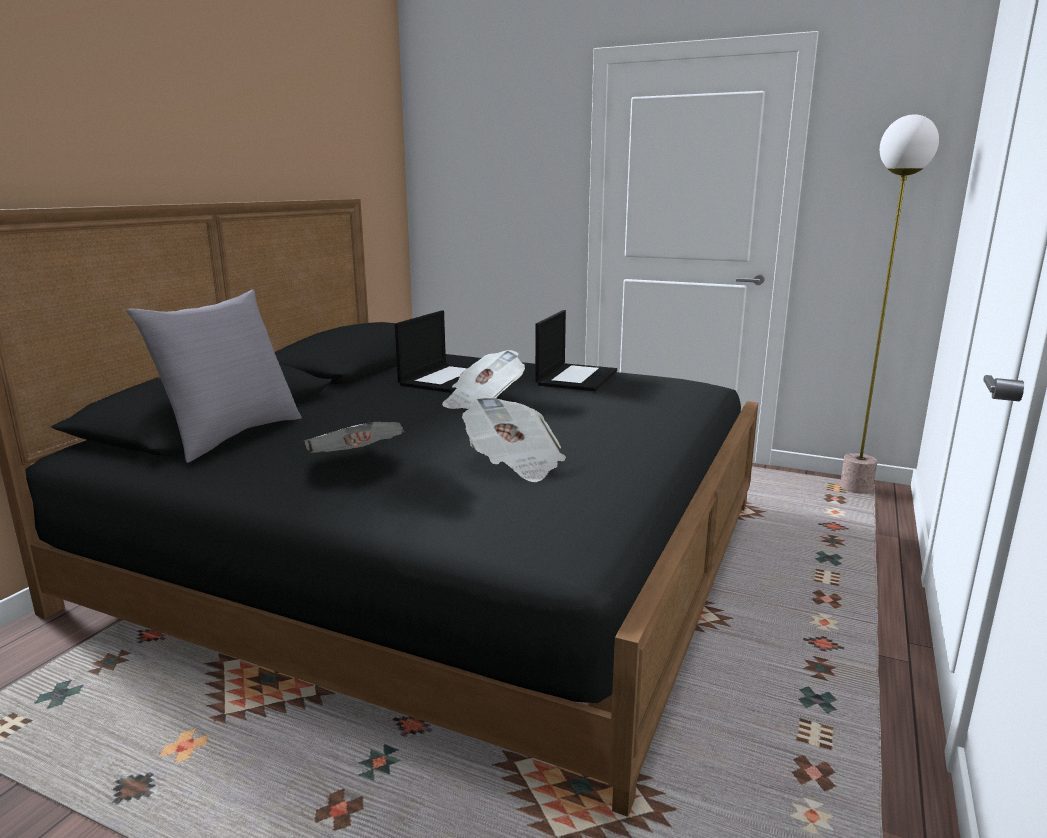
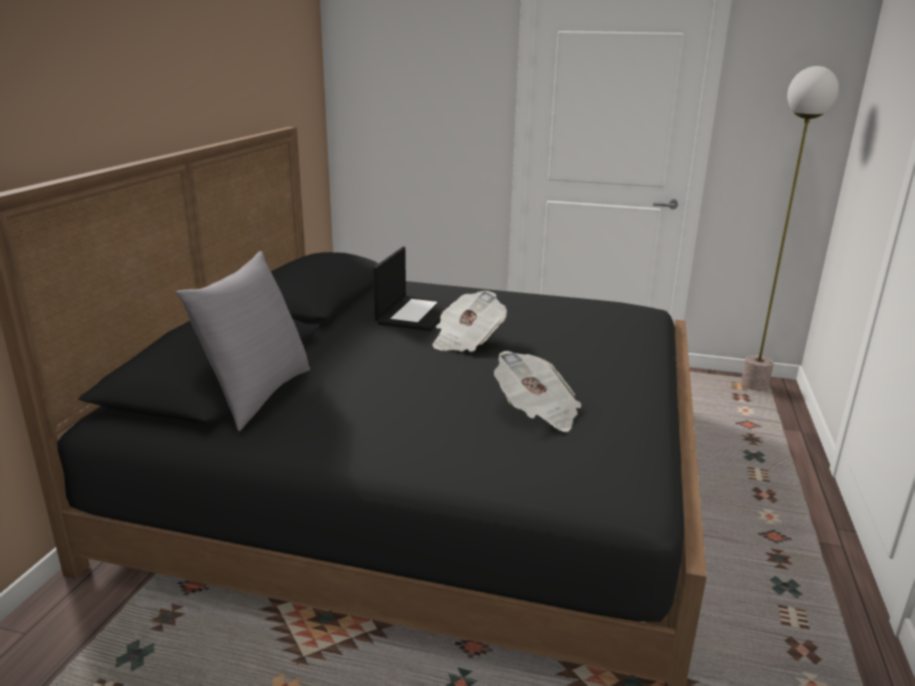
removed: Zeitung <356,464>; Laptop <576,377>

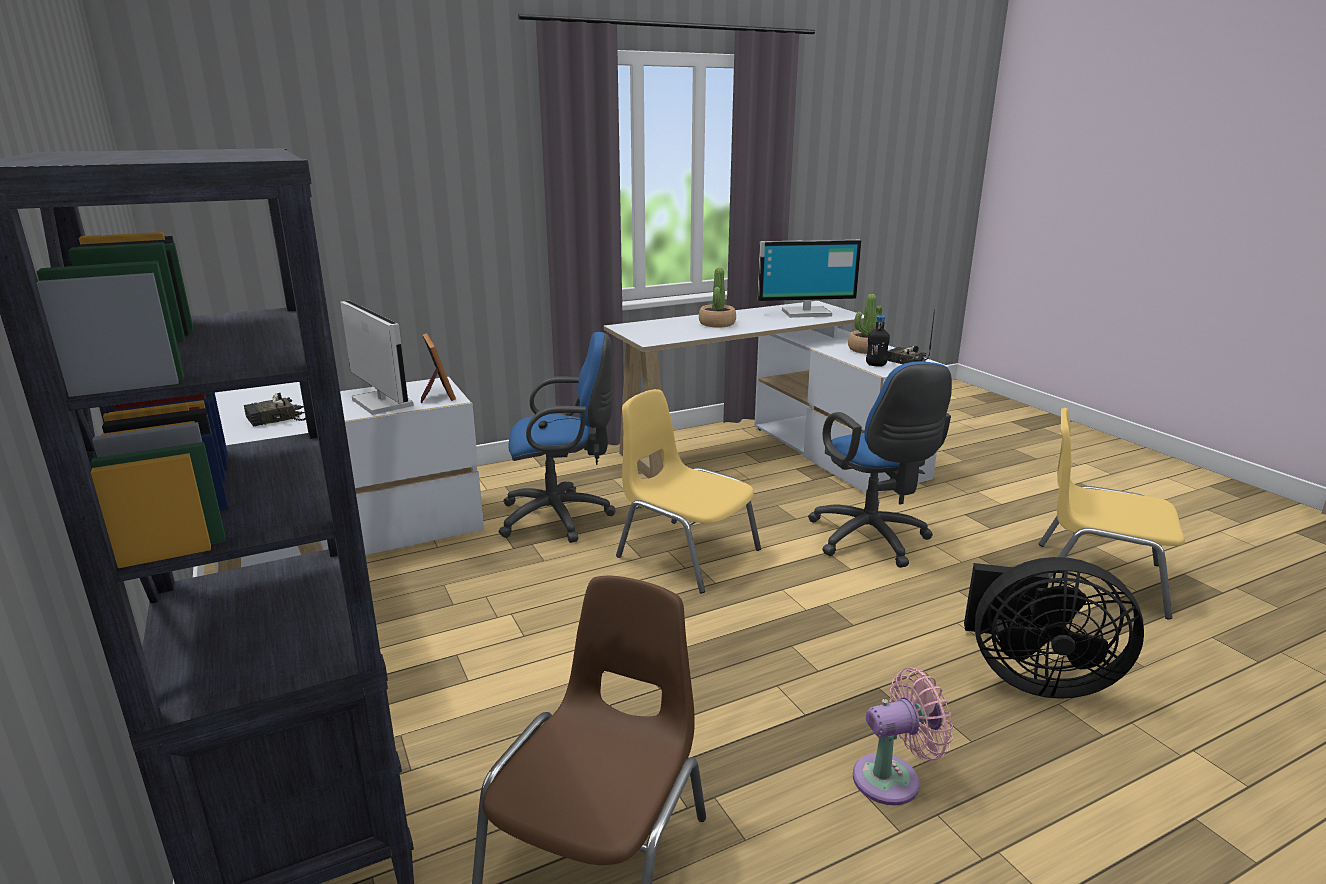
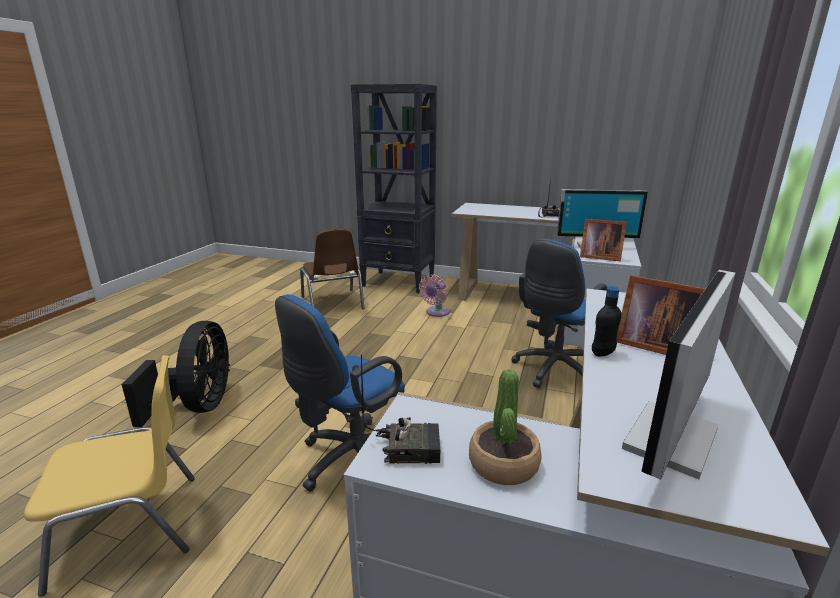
removed: Stuhl/gelb <686,553>
moved: Ventilator/rosa <893,778> to <436,313>; Flasche/schwarz <876,365> to <603,353>
replaced: Topfpflanze <717,324> to Bilderrahmen <651,345>
turned: Bürostuhl/blau <871,541> = <350,462> 75 degrees counterclockwise; Ventilator/schwarz <1033,678> = <198,406> 120 degrees clockwise

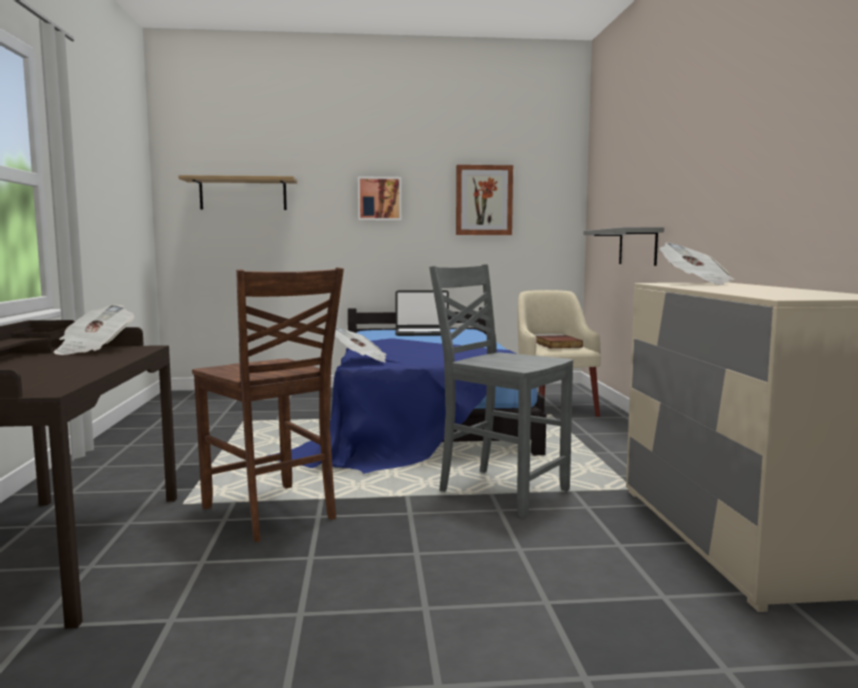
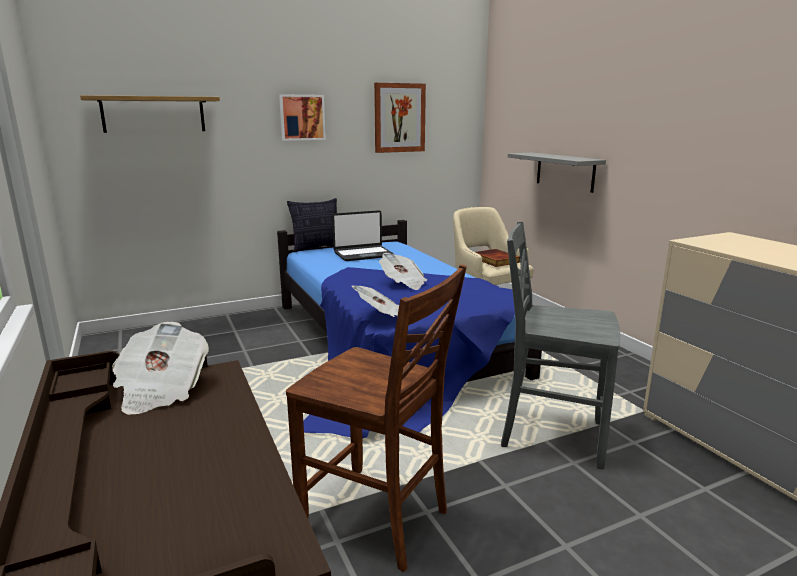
added: Kissen <317,248>
moved: Zeitung <695,283> to <403,283>

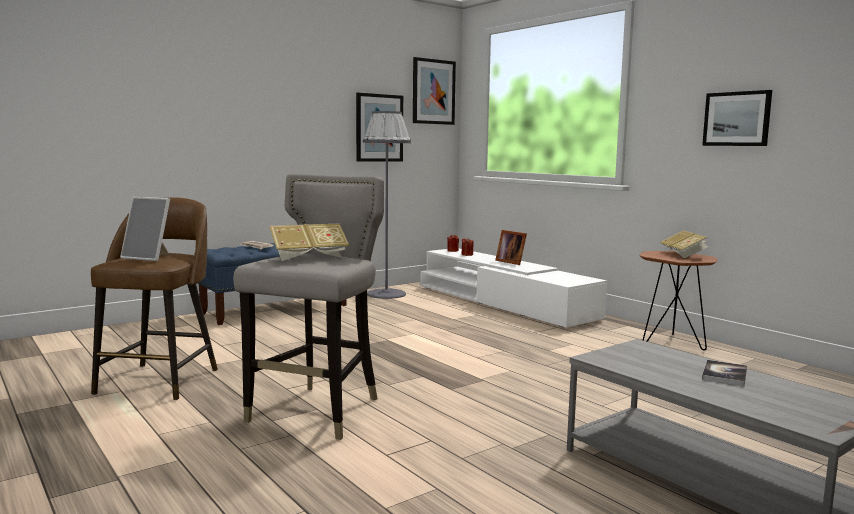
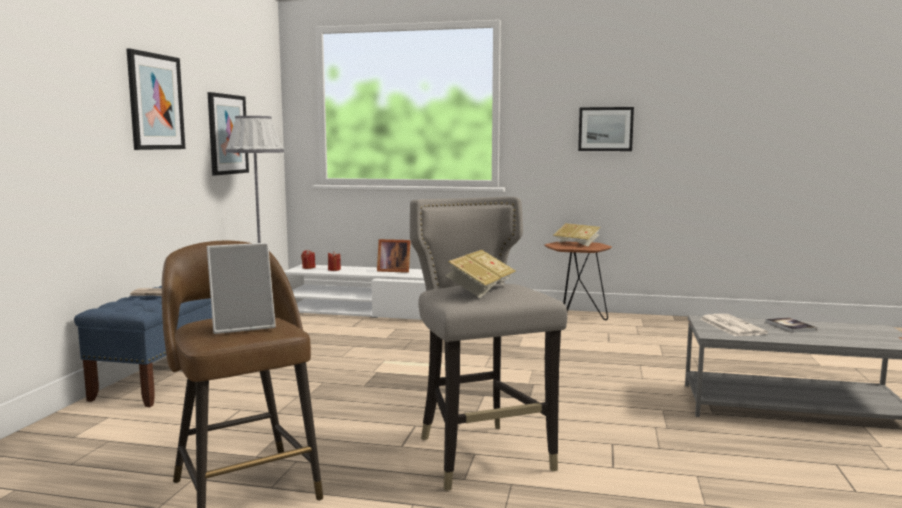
added: Zeitung <731,326>
moved: Bild <433,92> to <155,102>

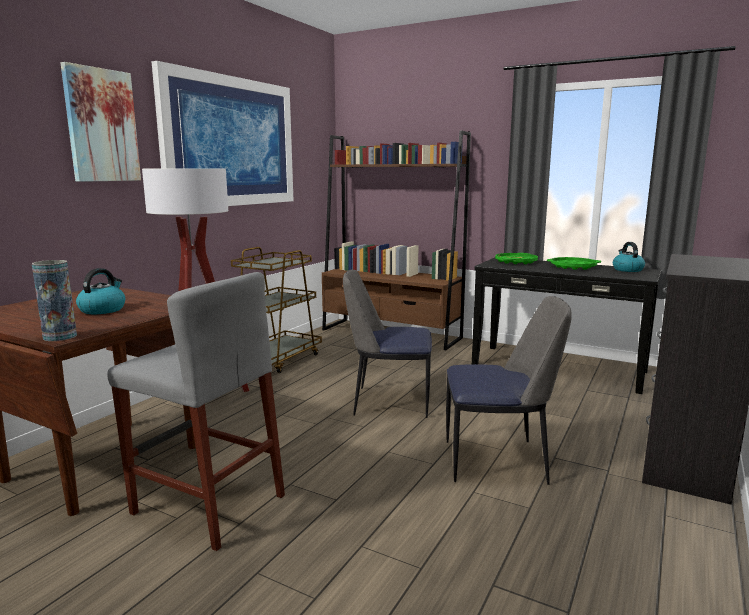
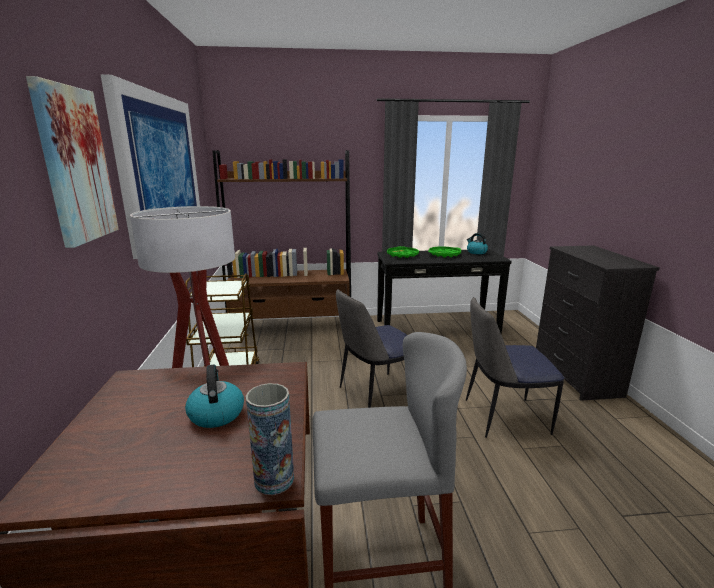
turned: Stuhl <498,461> = <503,417> 150 degrees counterclockwise

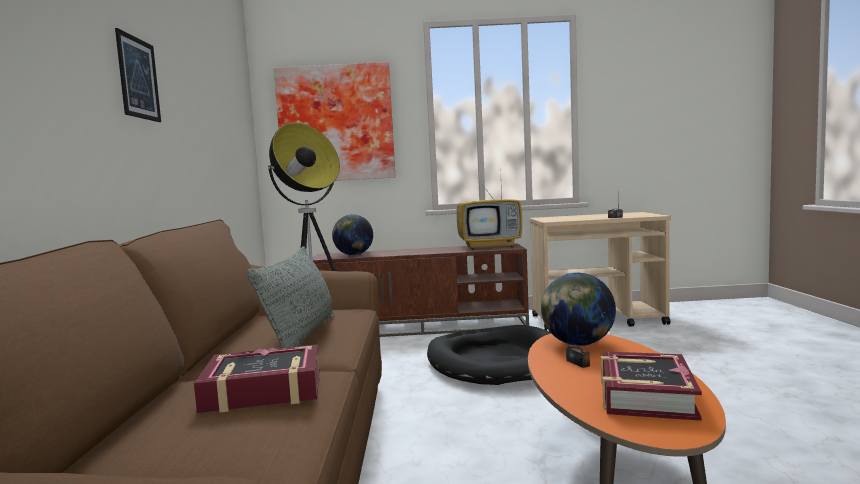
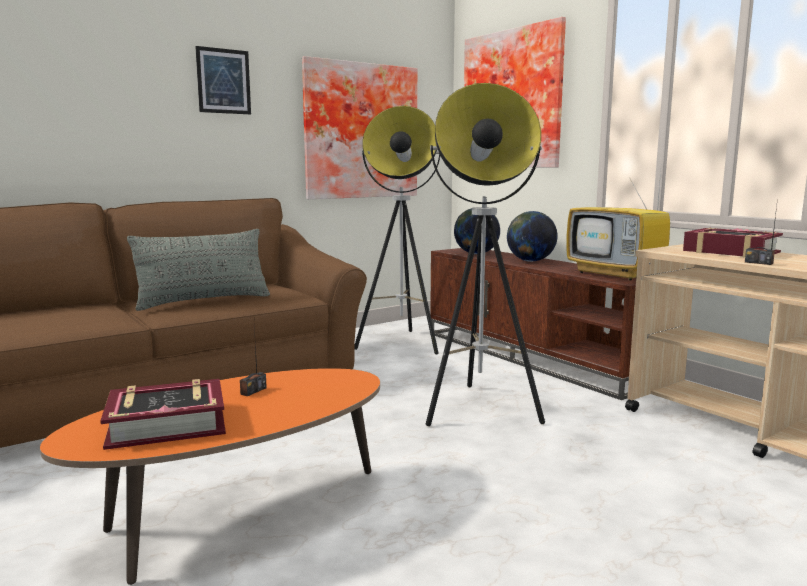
added: Bild <359,131>
moved: Buch <263,390> to <730,252>; Globus <578,344> to <530,261>
replaced: Hundebett/schwarz <497,361> to Stehlampe <479,409>

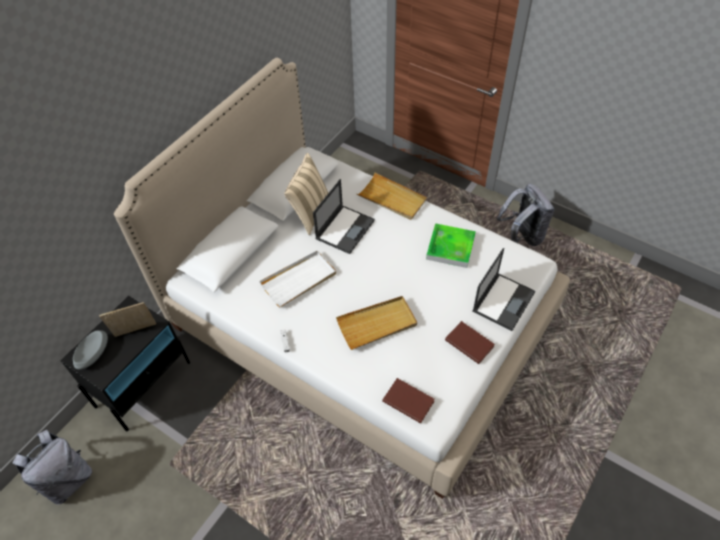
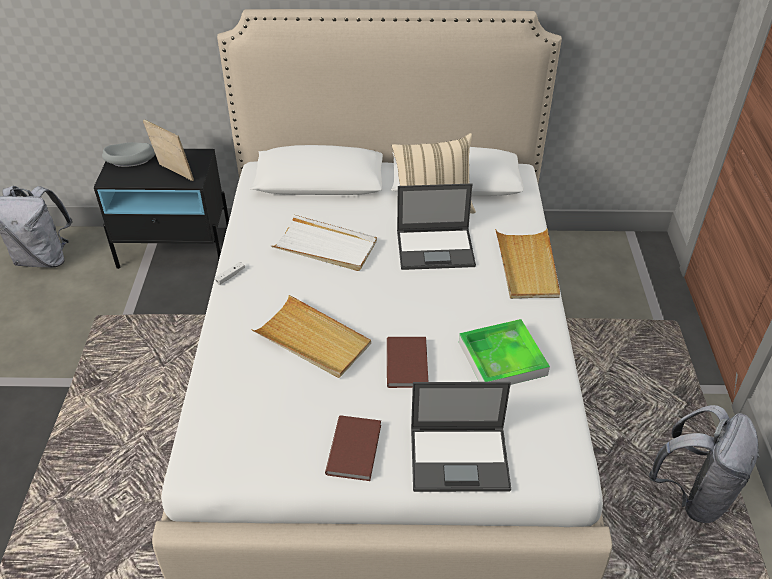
moved: Buch/braun <408,400> to <408,363>

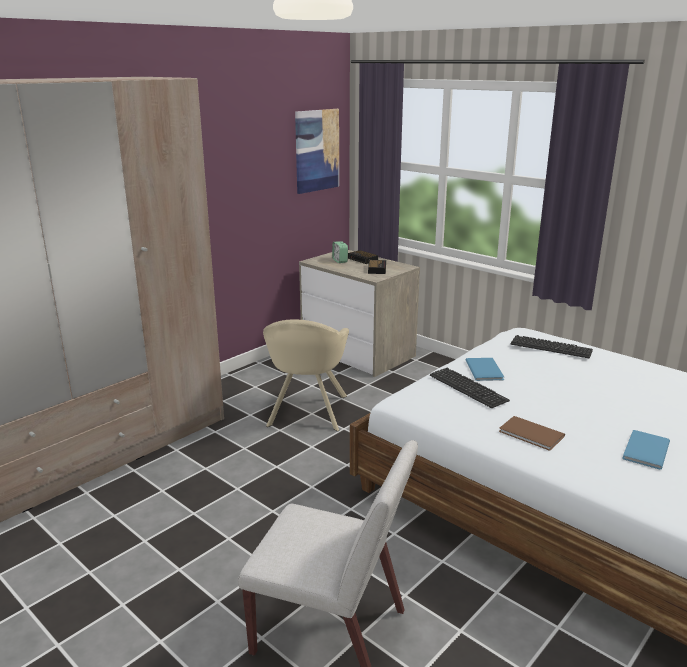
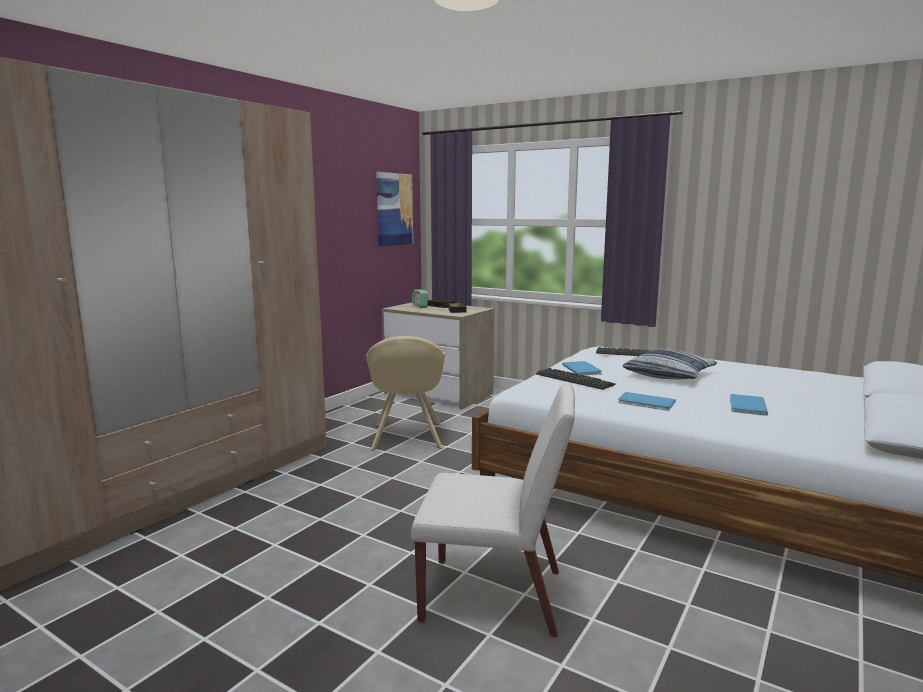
added: Kissen <669,374>
recoloured: Buch/braun <532,435> to Buch/blau <647,403>

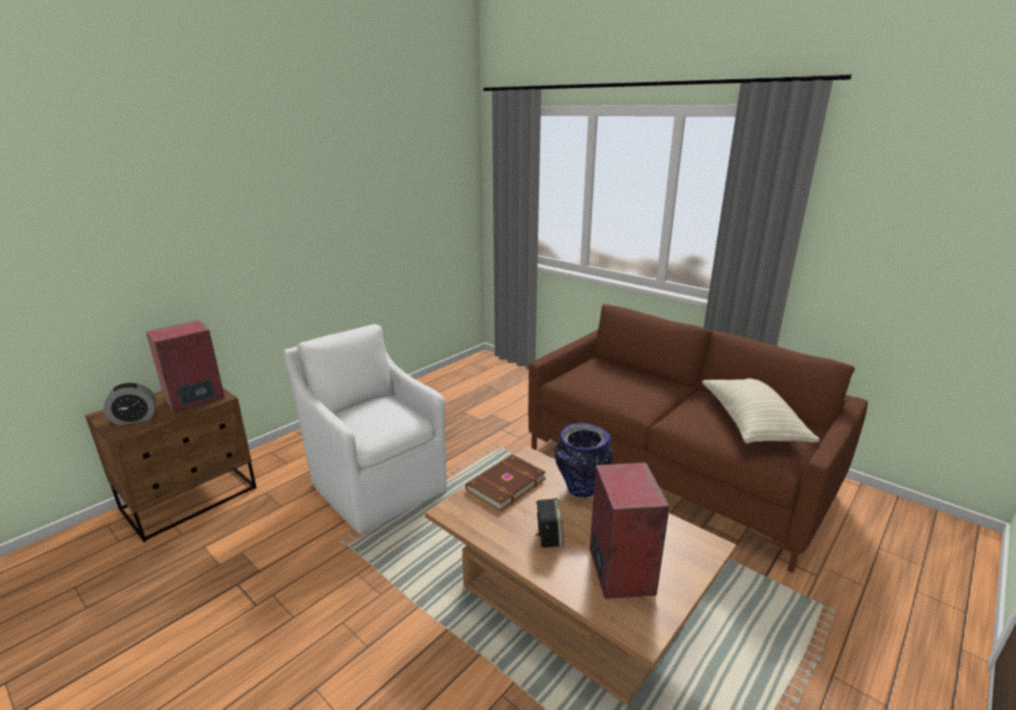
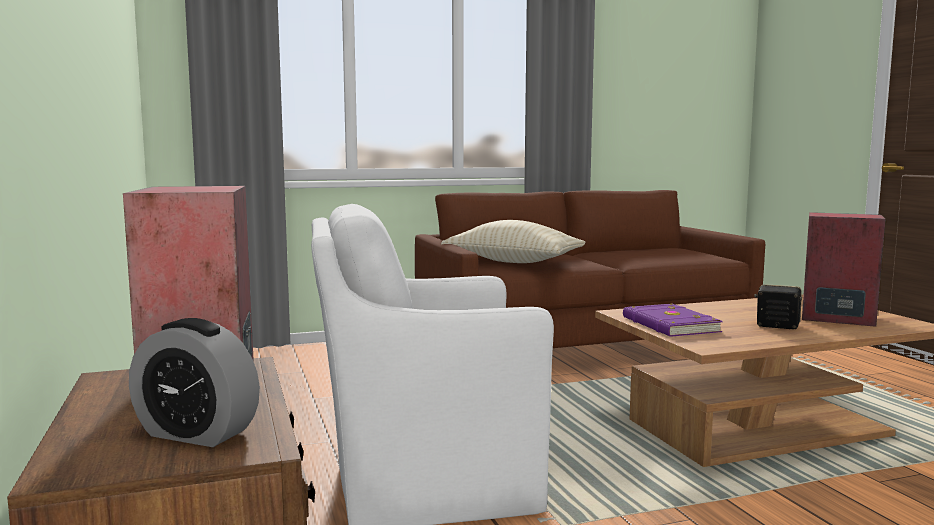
removed: Vase <581,490>
moved: Kissen/beige <751,424> to <513,262>
recoloured: Buch/braun <505,484> to Buch/lila <669,325>
turned: Wecker <135,419> = <196,433> 105 degrees clockwise

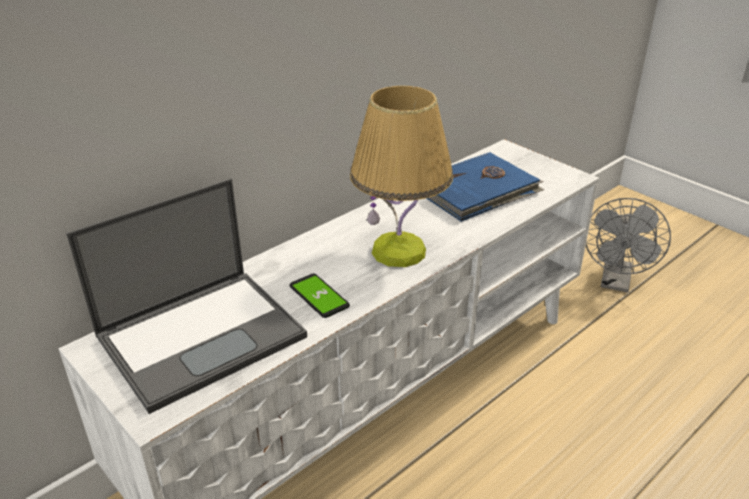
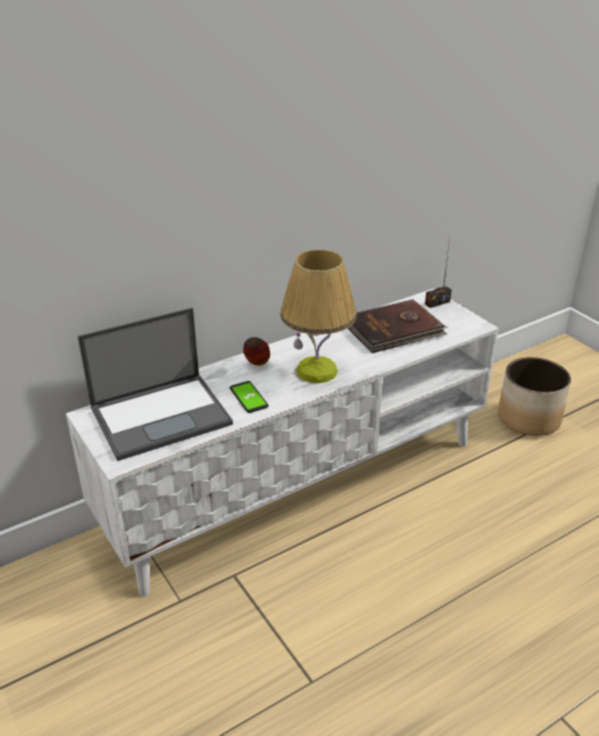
added: Apfel <257,364>; Radio <437,303>
replaced: Ventilator/grau <616,282> to Pflanzkübel <529,418>
recoloured: Buch/blau <478,191> to Buch/braun <394,330>

